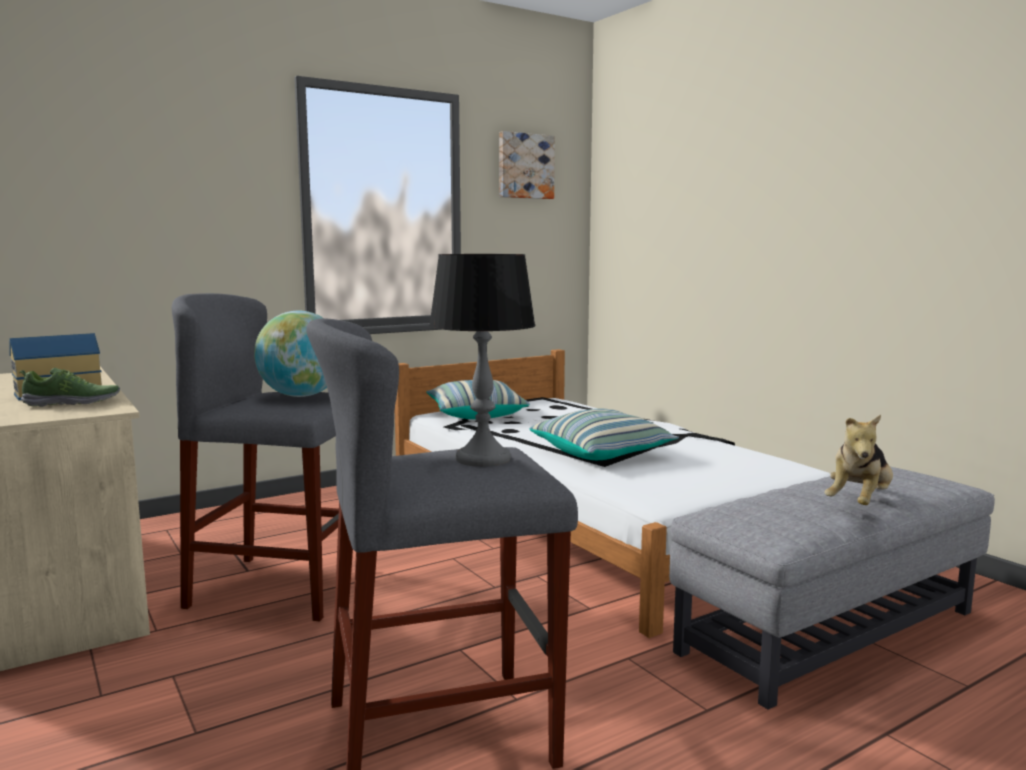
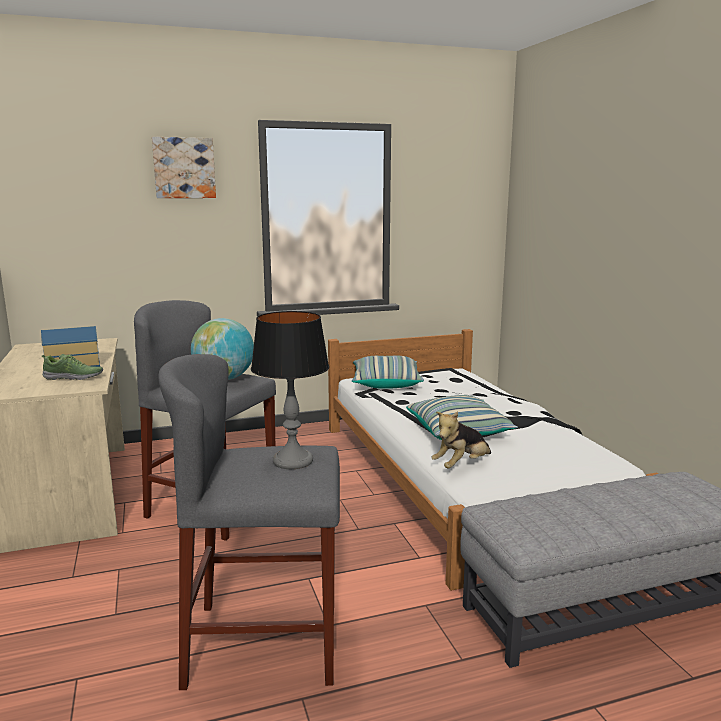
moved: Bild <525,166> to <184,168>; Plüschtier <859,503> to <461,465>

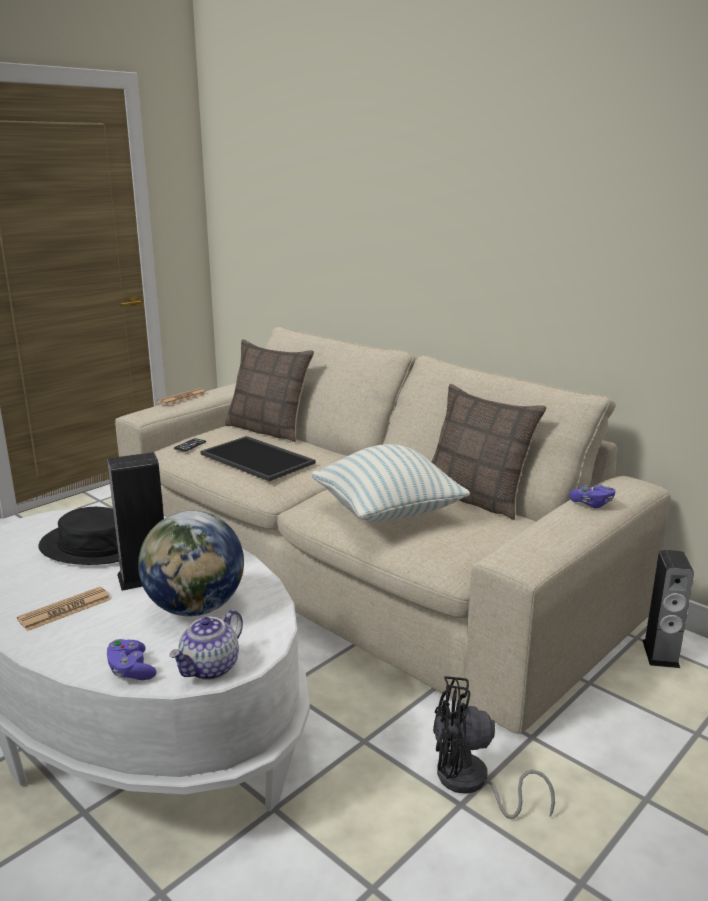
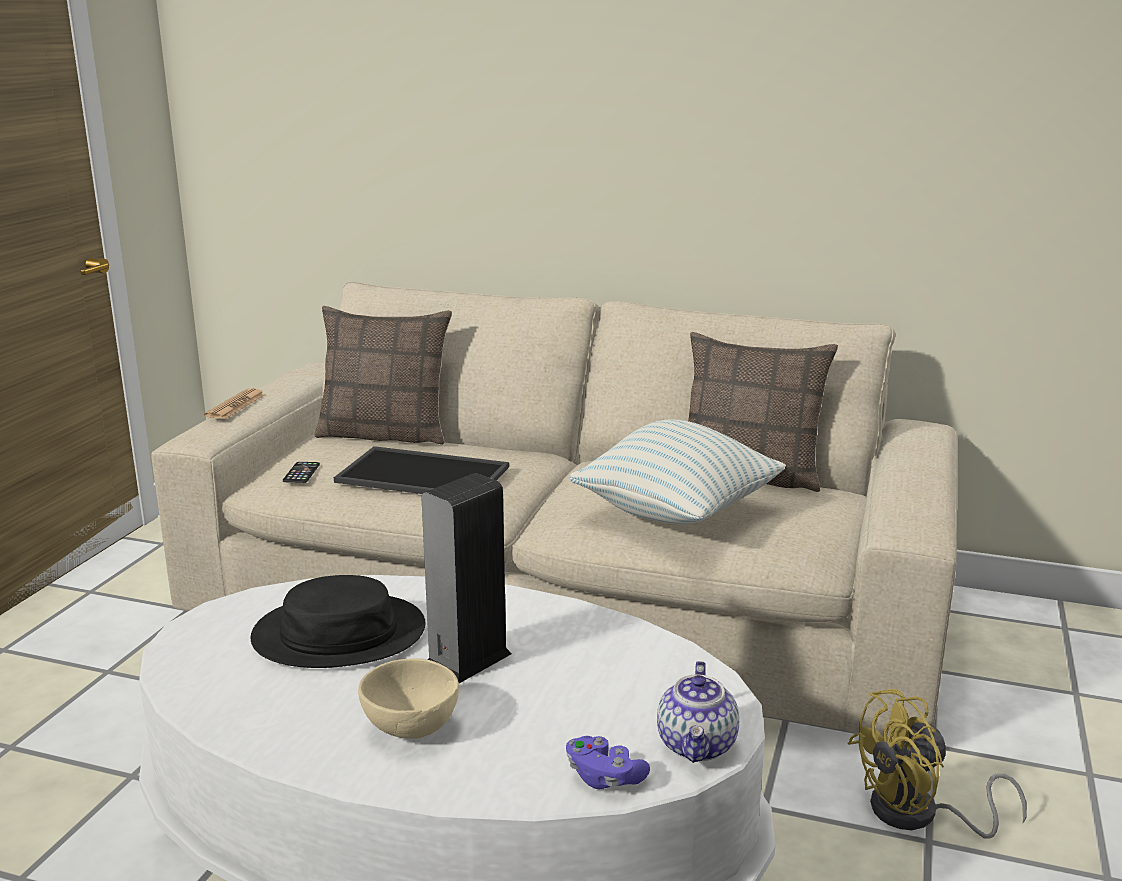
removed: Globus <196,608>; Gamepad/lila <592,504>; Lautsprecher <660,654>
replaced: Zeitung <65,609> to Schüssel/beige <411,728>
recoloured: Ventilator/schwarz <471,783> to Ventilator/gelb <918,815>

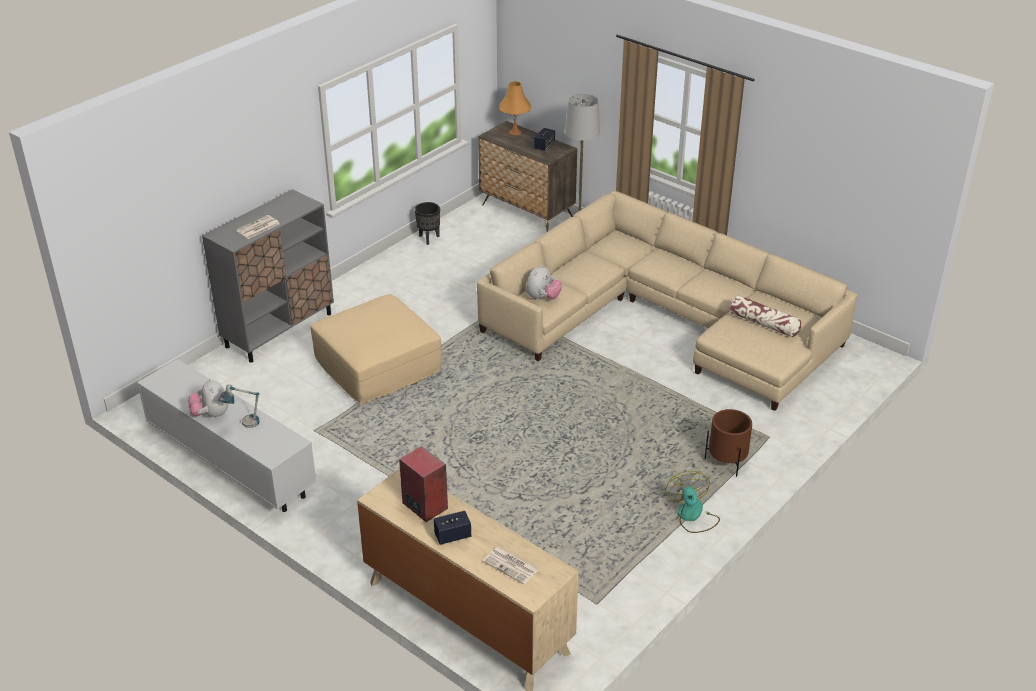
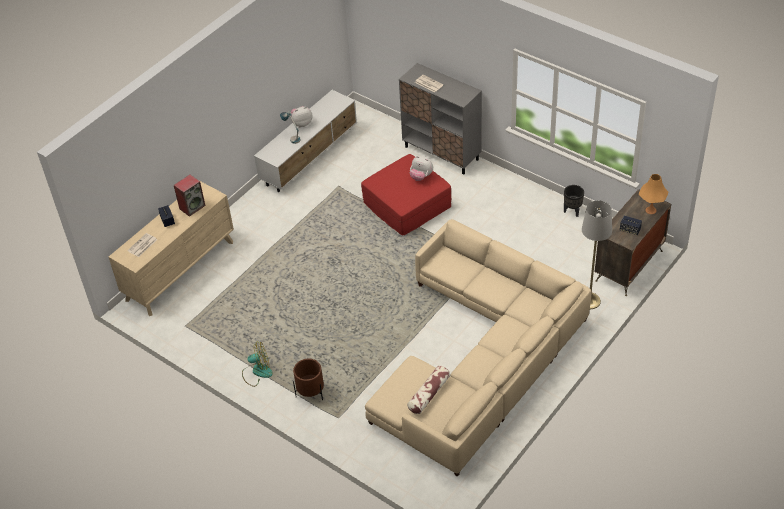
moved: Plüschtier <543,298> to <421,177>
recoloured: Polsterhocker/beige <377,365> to Polsterhocker/rot <406,204>

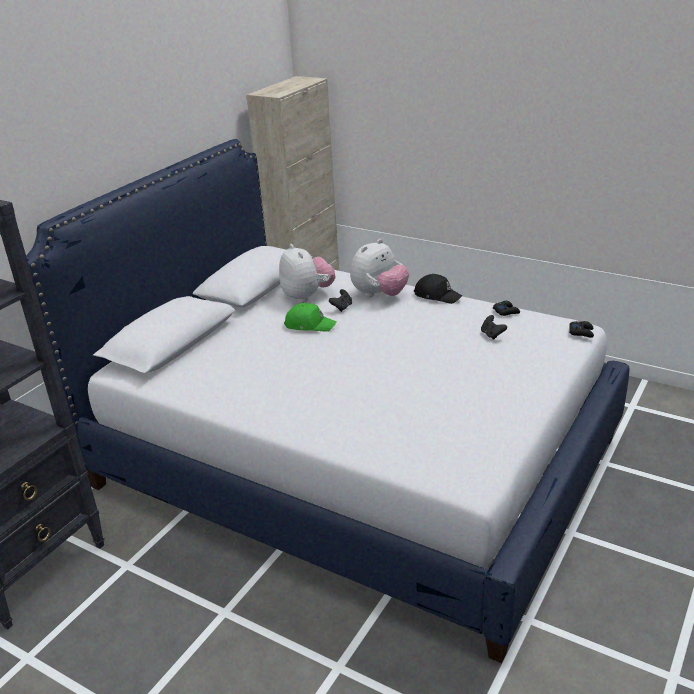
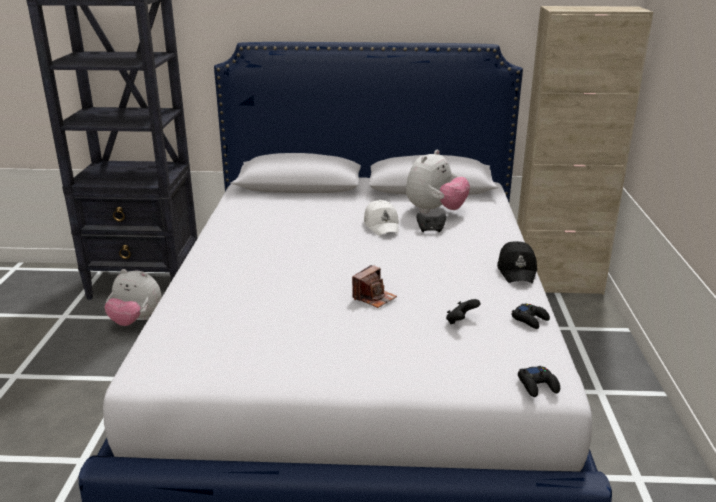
added: Kamera <374,297>
moved: Plüschtier <379,295> to <136,321>
recoloured: Kappe/grün <309,324> to Kappe/weiß <382,225>

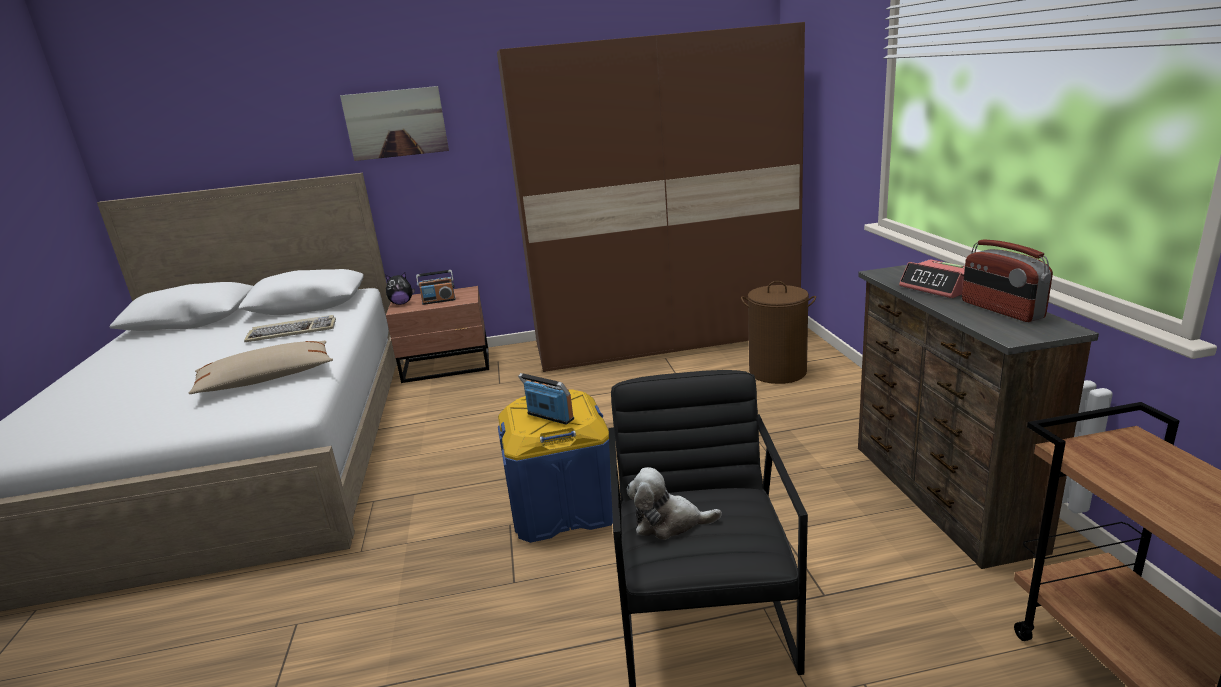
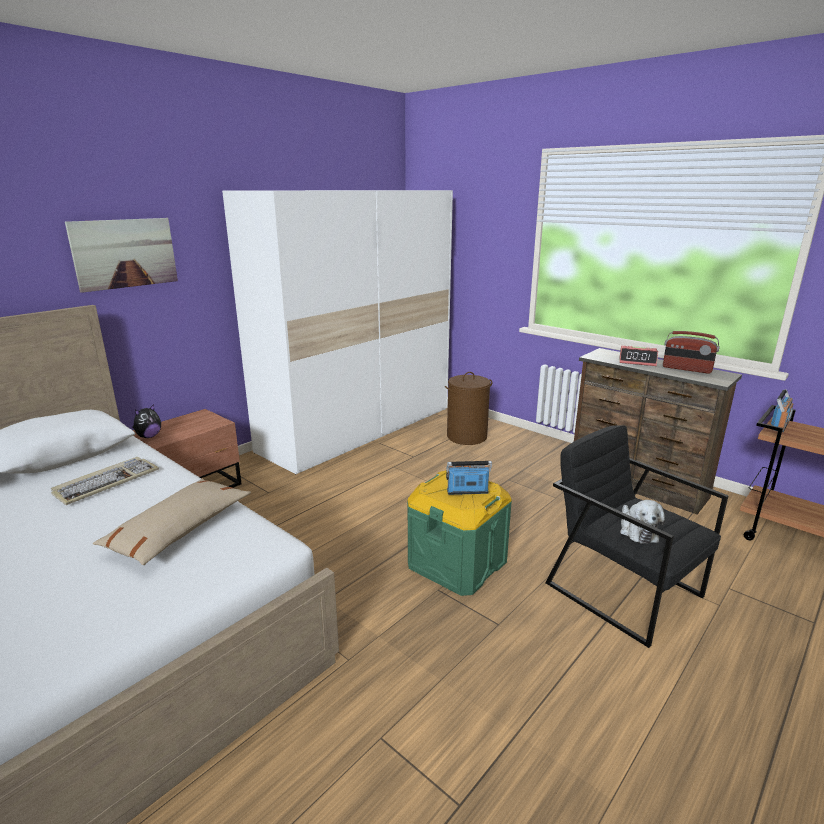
moved: Radio <439,301> to <779,425>
recoloured: Kleiderschrank/braun <665,338> to Kleiderschrank/weiß <359,429>; Aufbewahrungsbox/blau <562,507> to Aufbewahrungsbox/grün <457,563>
turned: Plüschtier <669,523> = <637,530> 60 degrees counterclockwise

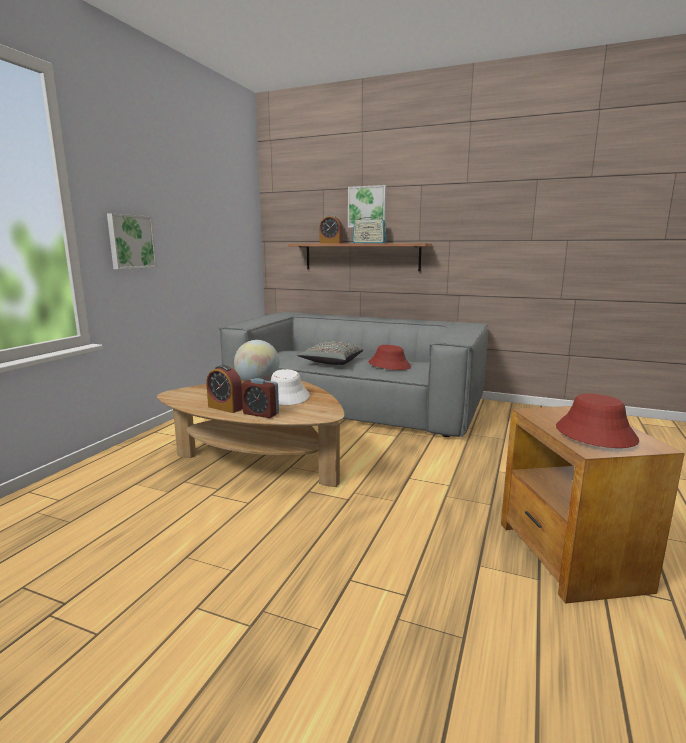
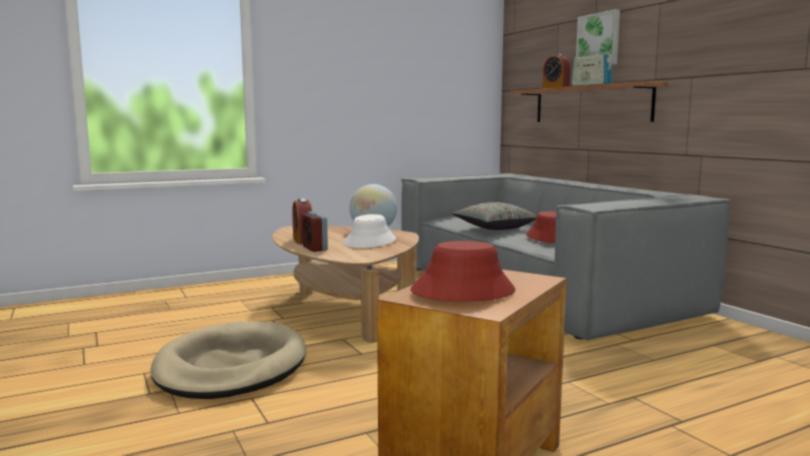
removed: Bild <130,242>
added: Hundebett/beige <231,367>

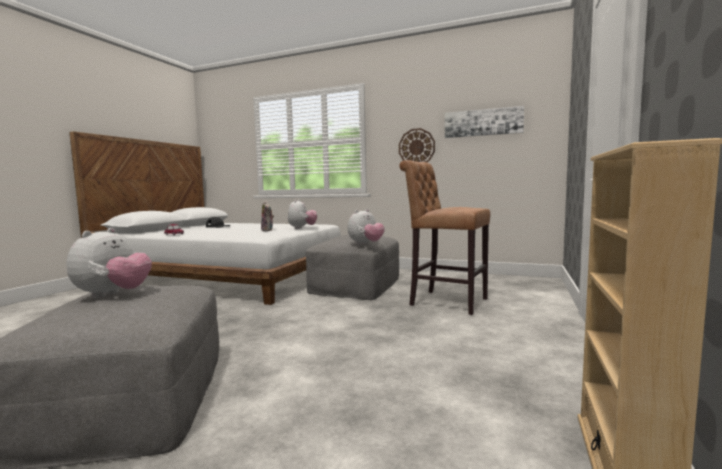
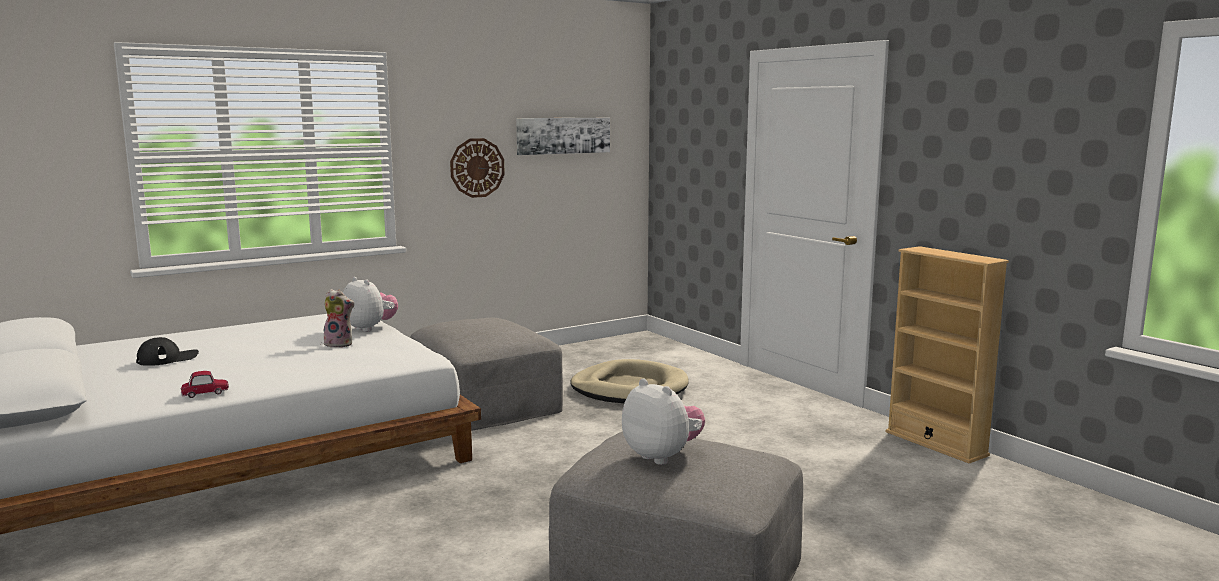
removed: Plüschtier <366,244>
replaced: Hocker/braun <444,301> to Hundebett/beige <629,388>

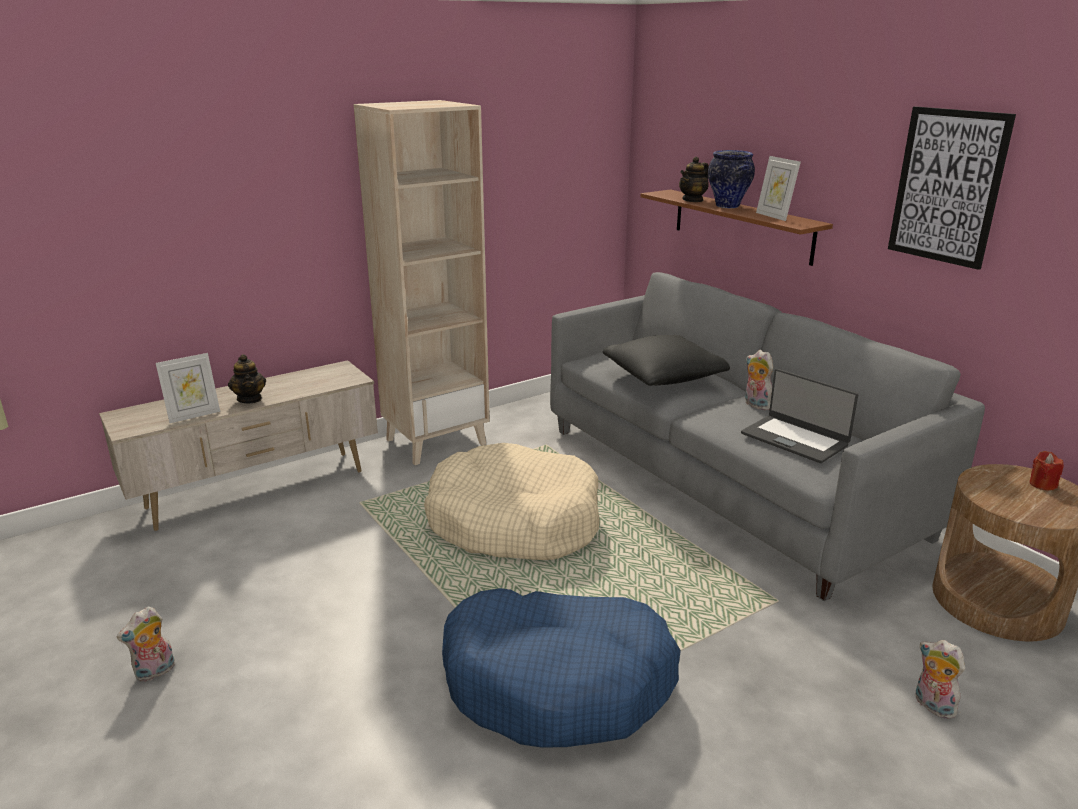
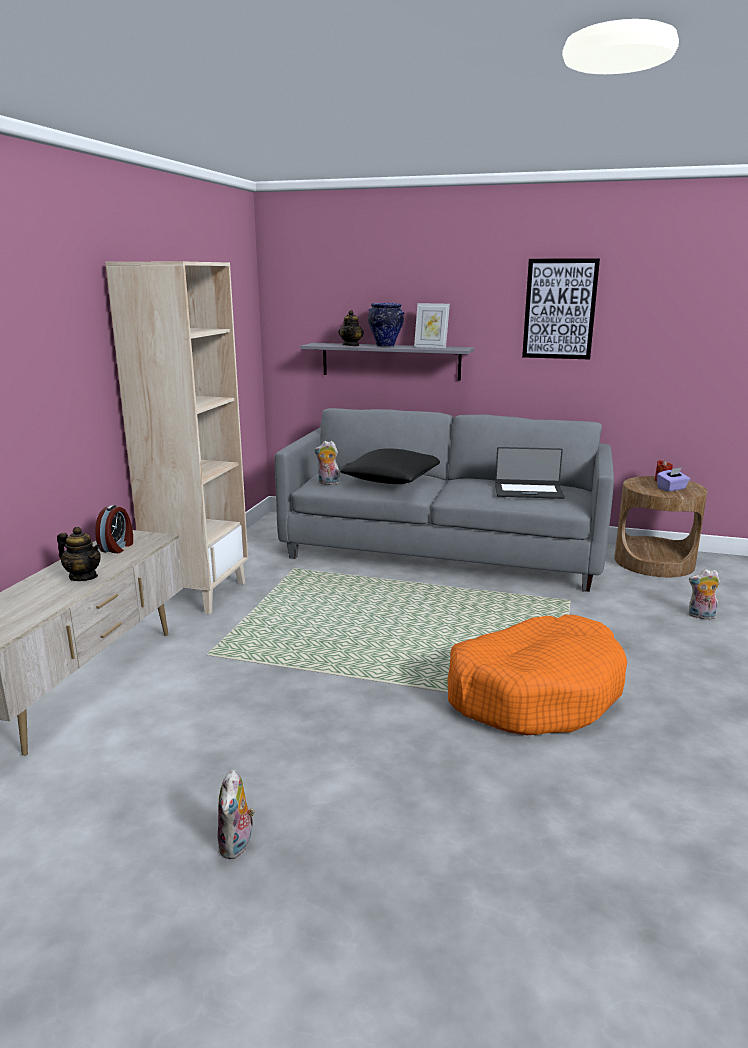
removed: Bilderrahmen <194,415>; Hundebett/beige <514,522>
added: Wecker <117,547>; Taschentuchbox/lila <671,489>
moved: Plüschtier <755,405> to <328,483>
recoloured: Hundebett/blau <558,683> to Hundebett/orange <534,692>; Wandregal/braun <741,225> to Wandregal/grau <390,361>

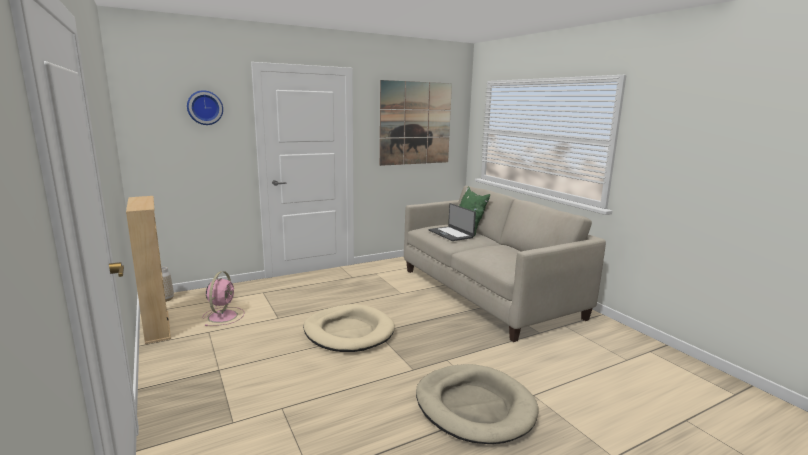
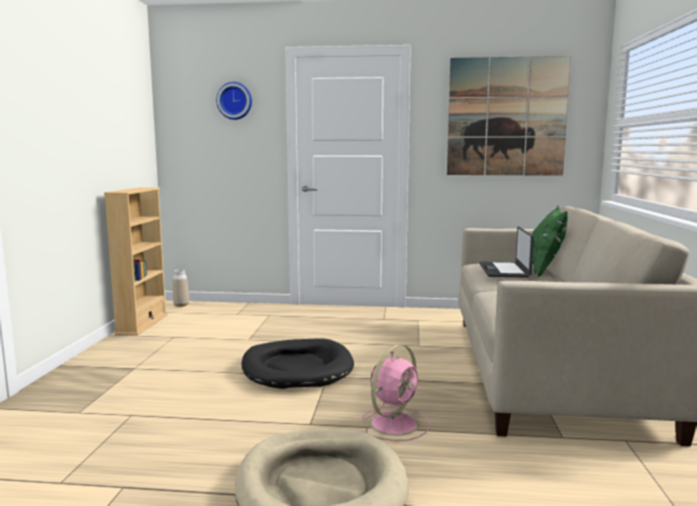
moved: Ventilator/rosa <223,316> to <395,423>
recoloured: Hundebett/beige <349,332> to Hundebett/schwarz <297,368>

